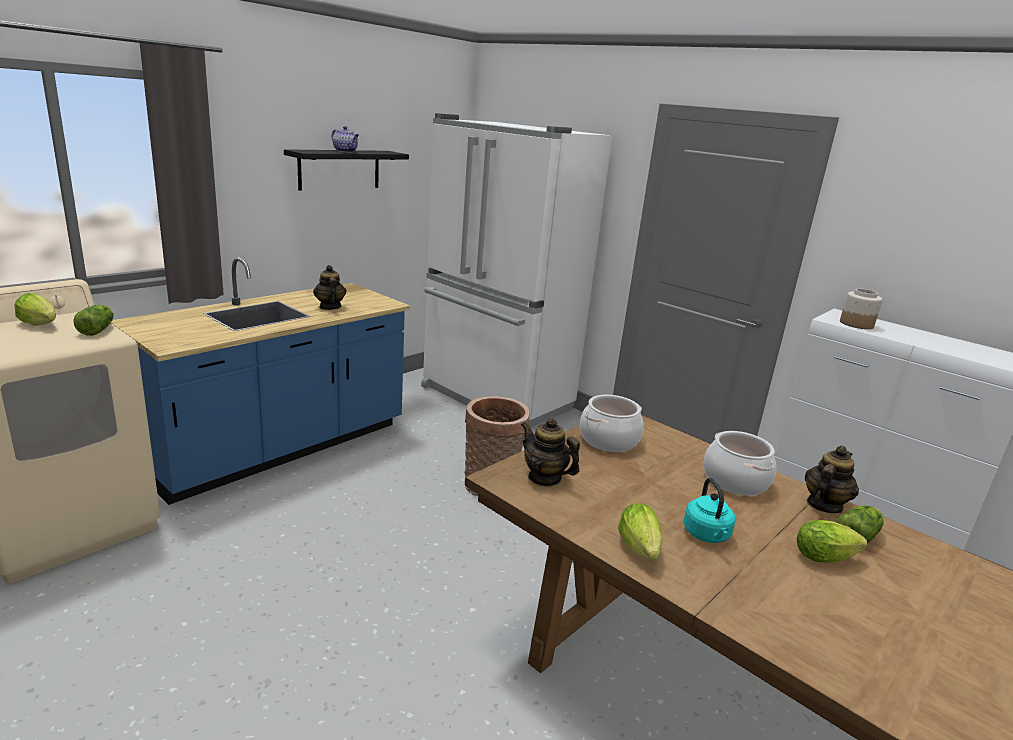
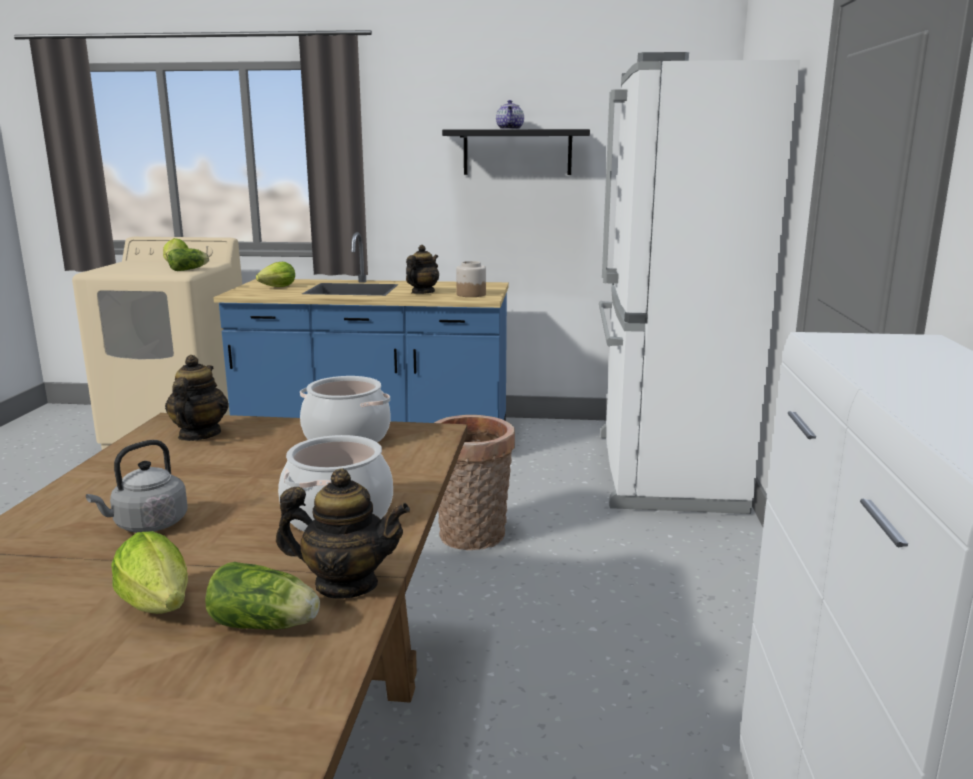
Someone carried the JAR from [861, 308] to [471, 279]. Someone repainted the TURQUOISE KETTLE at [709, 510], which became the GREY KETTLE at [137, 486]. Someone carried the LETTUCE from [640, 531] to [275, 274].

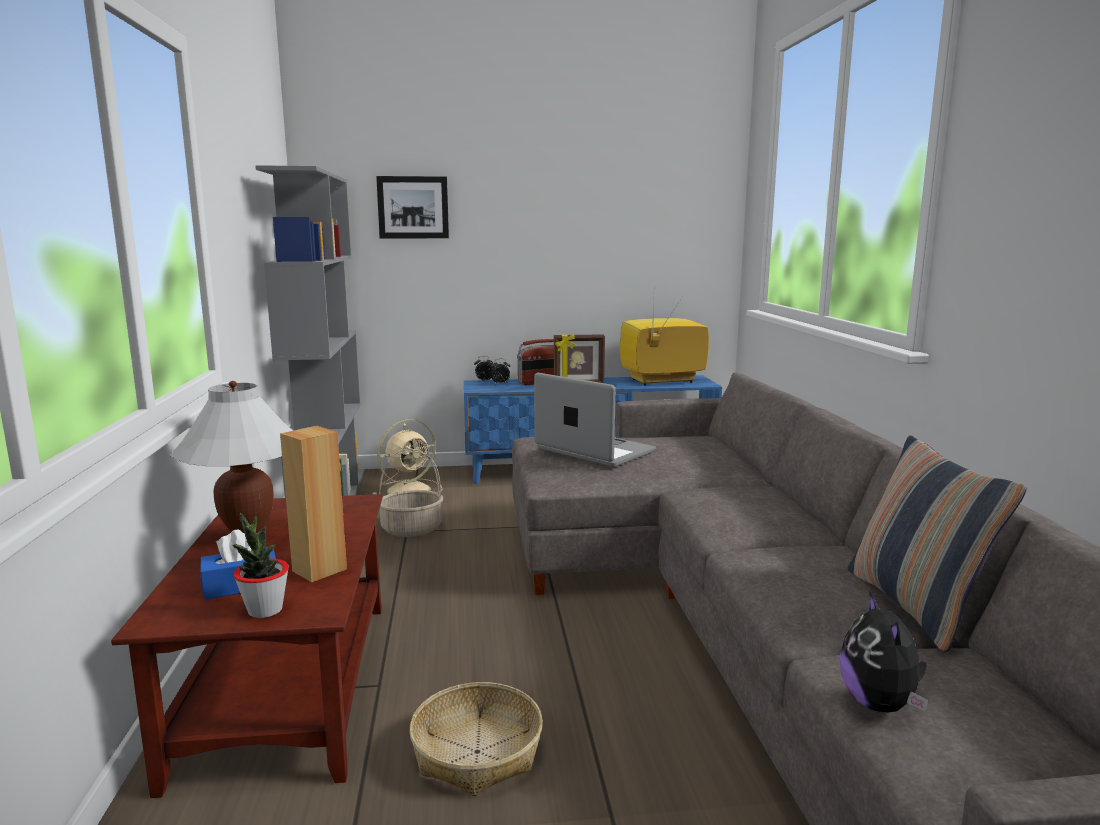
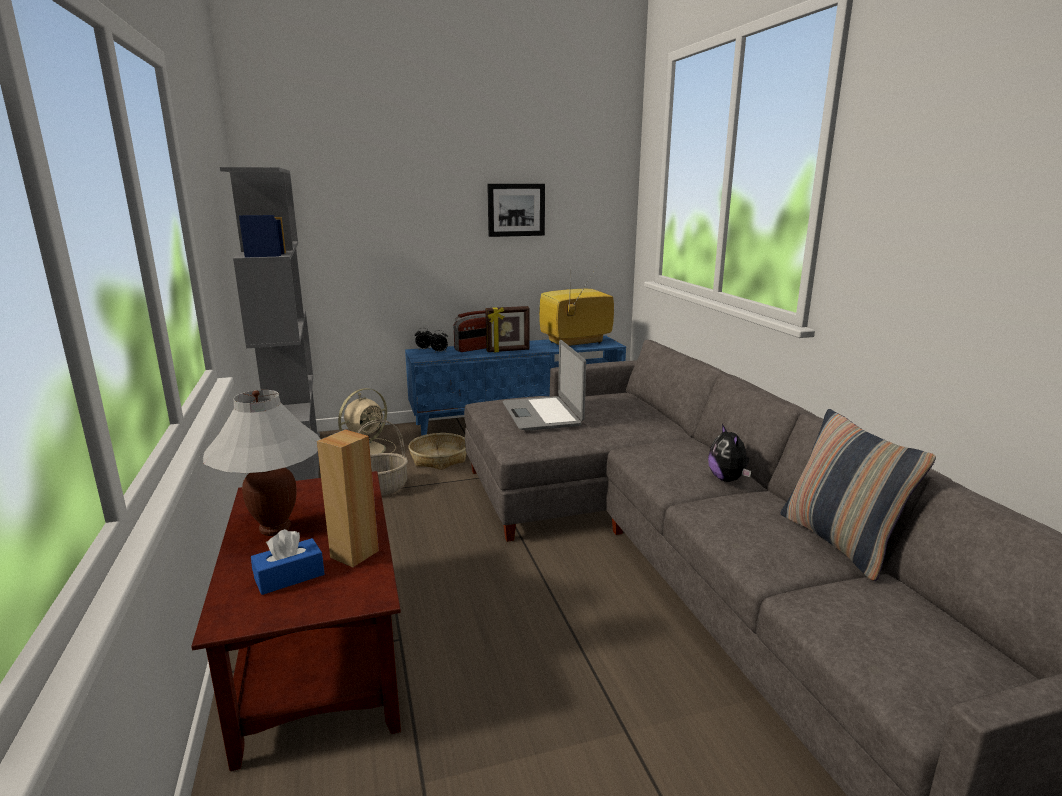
Someone carried the PICTURE from [412, 207] to [516, 210]. Someone rotated the LAPTOP at [595, 420] by 135 degrees counterclockwise. Someone took away the POTTED PLANT at [260, 565]. Someone carried the PLUSH TOY from [883, 652] to [729, 453]. Someone carried the BASKET from [476, 739] to [437, 451].

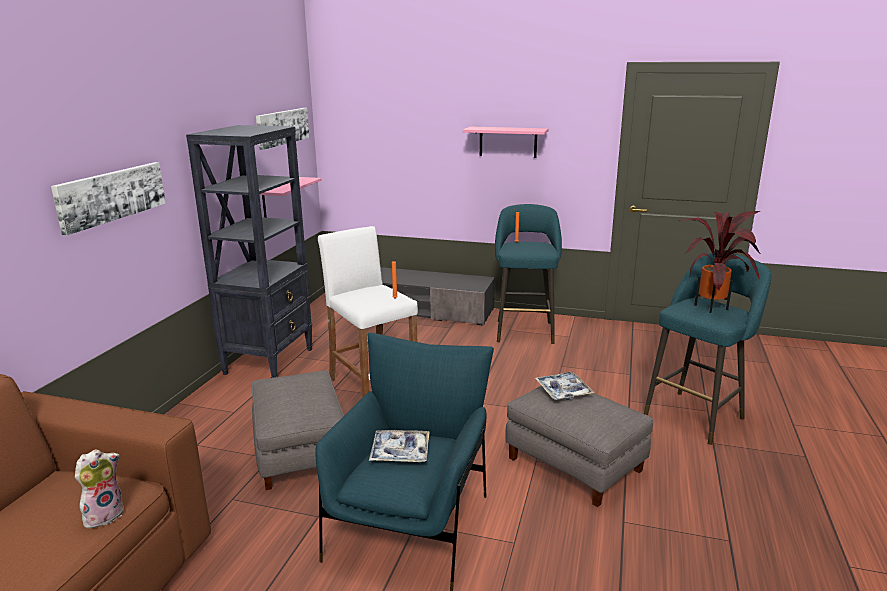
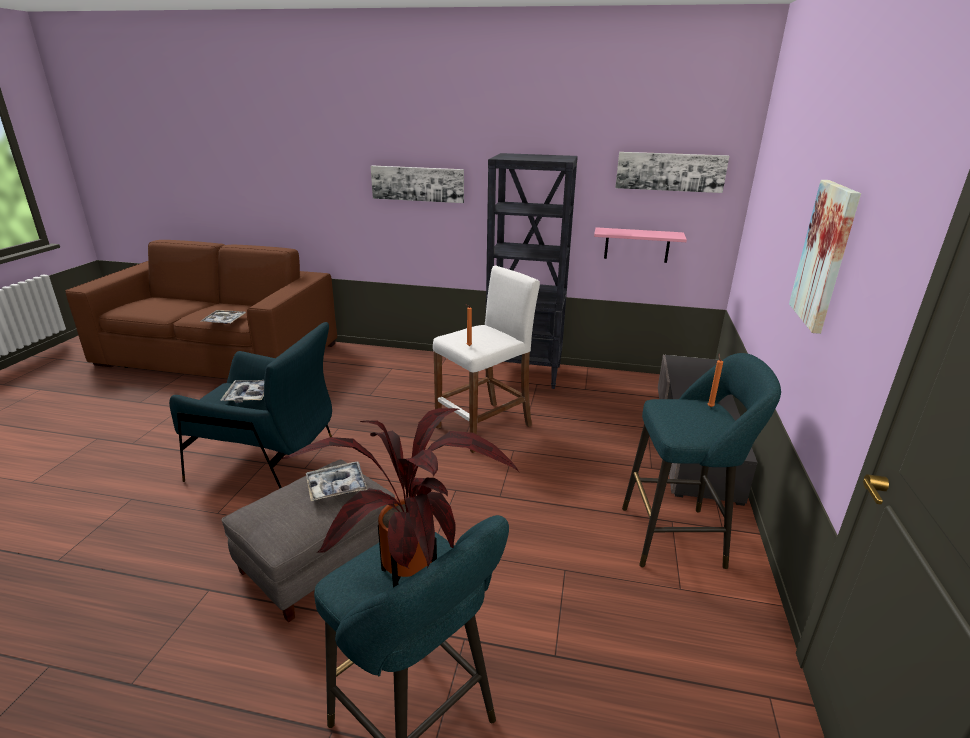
Someone swapped the PINK SHELF at [506, 142] for the PICTURE at [825, 257]. Someone took away the GREY OTTOMAN at [298, 430]. Someone swapped the PLUSH TOY at [99, 490] for the TRAY at [223, 317].

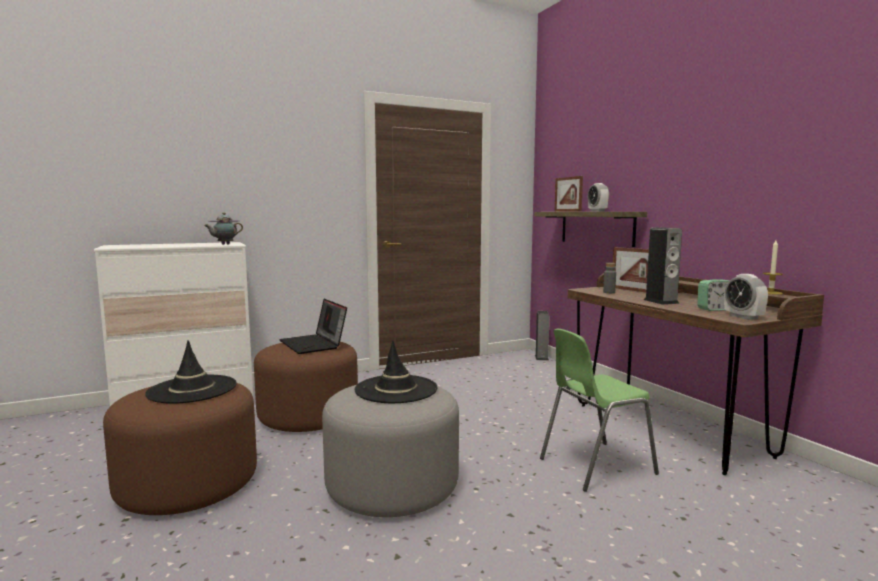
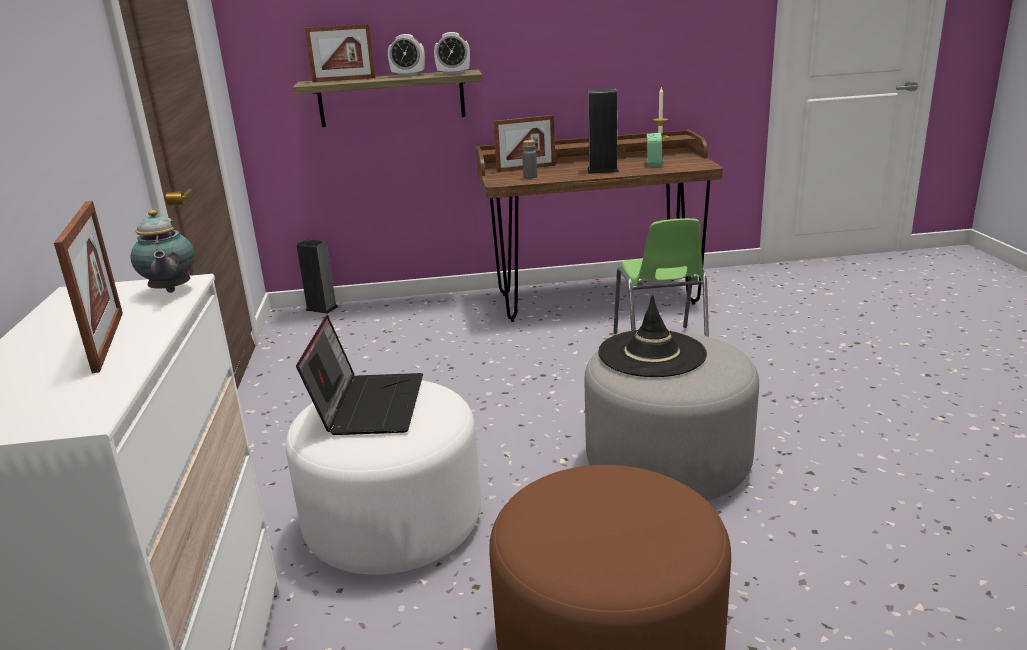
Someone carried the ALARM CLOCK from [746, 297] to [452, 53]. Someone rotated the LAPTOP at [313, 326] by 75 degrees counterclockwise. Someone took away the BLACK HAT at [191, 372]. Someone repainted the BROWN OTTOMAN at [306, 387], which became the WHITE OTTOMAN at [383, 477]. Someone put down the PICTURE FRAME at [88, 287].

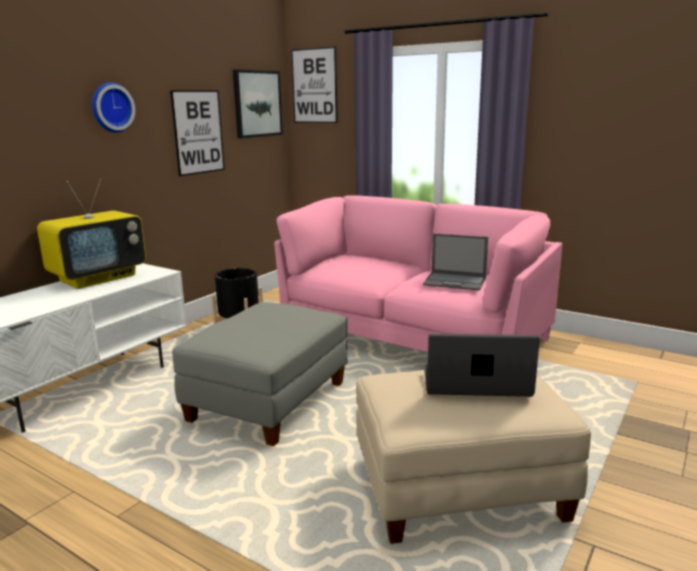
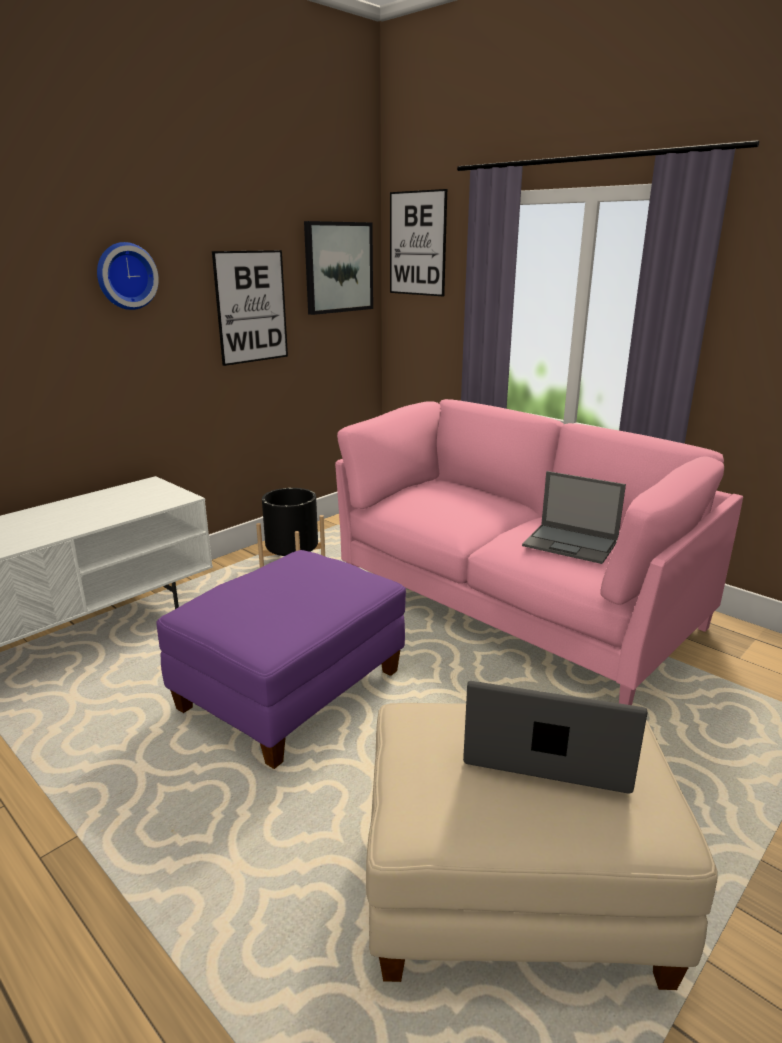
Someone took away the TELEVISION at [91, 234]. Someone repainted the GREY OTTOMAN at [260, 374], which became the PURPLE OTTOMAN at [281, 659].

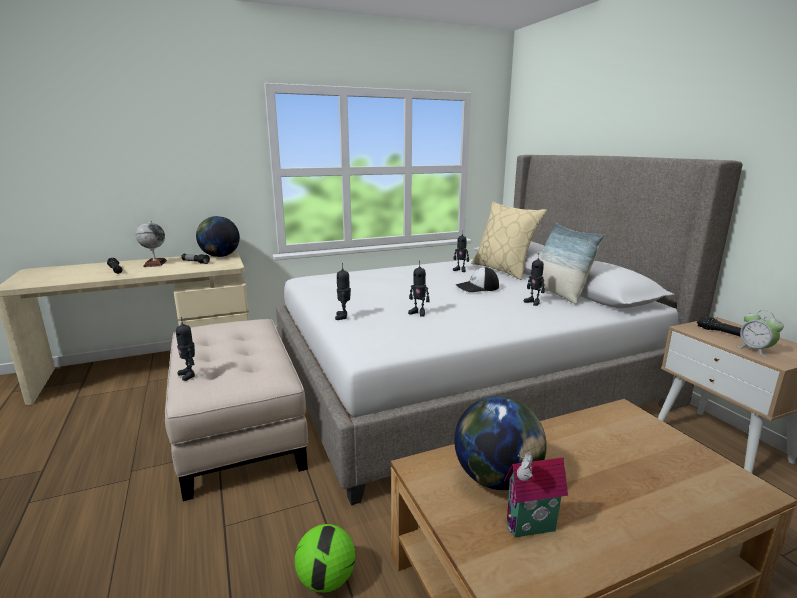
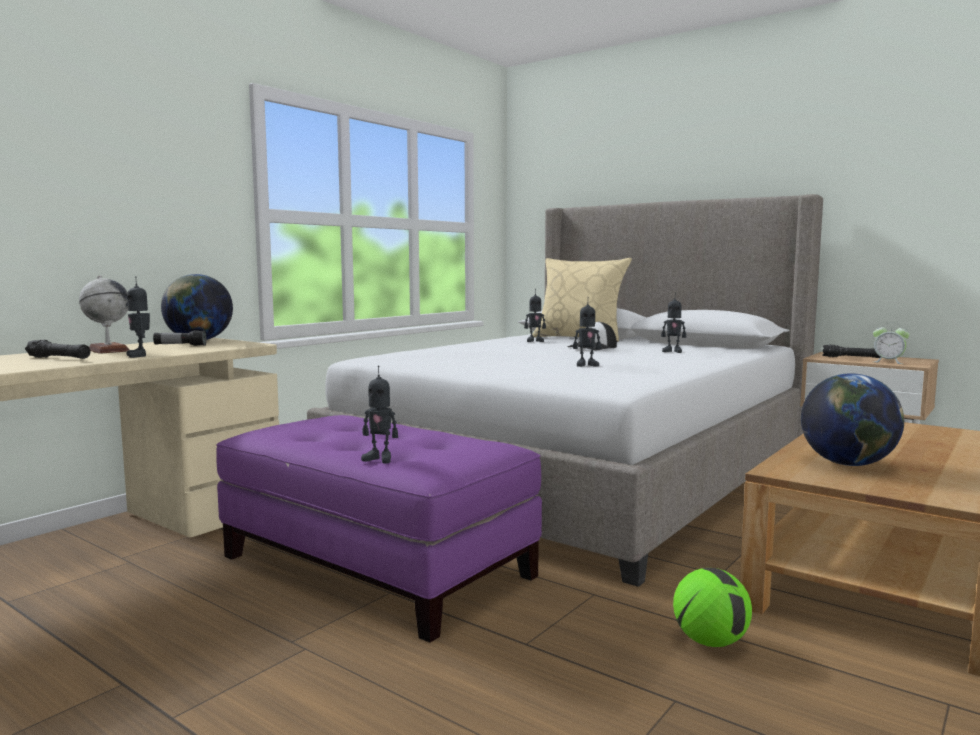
Someone took away the PILLOW at [572, 263]. Someone carried the TOY ROBOT from [343, 291] to [138, 317]. Someone repainted the BEIGE OTTOMAN at [236, 410], which became the PURPLE OTTOMAN at [379, 529]. Someone took away the TOY HOUSE at [536, 494].

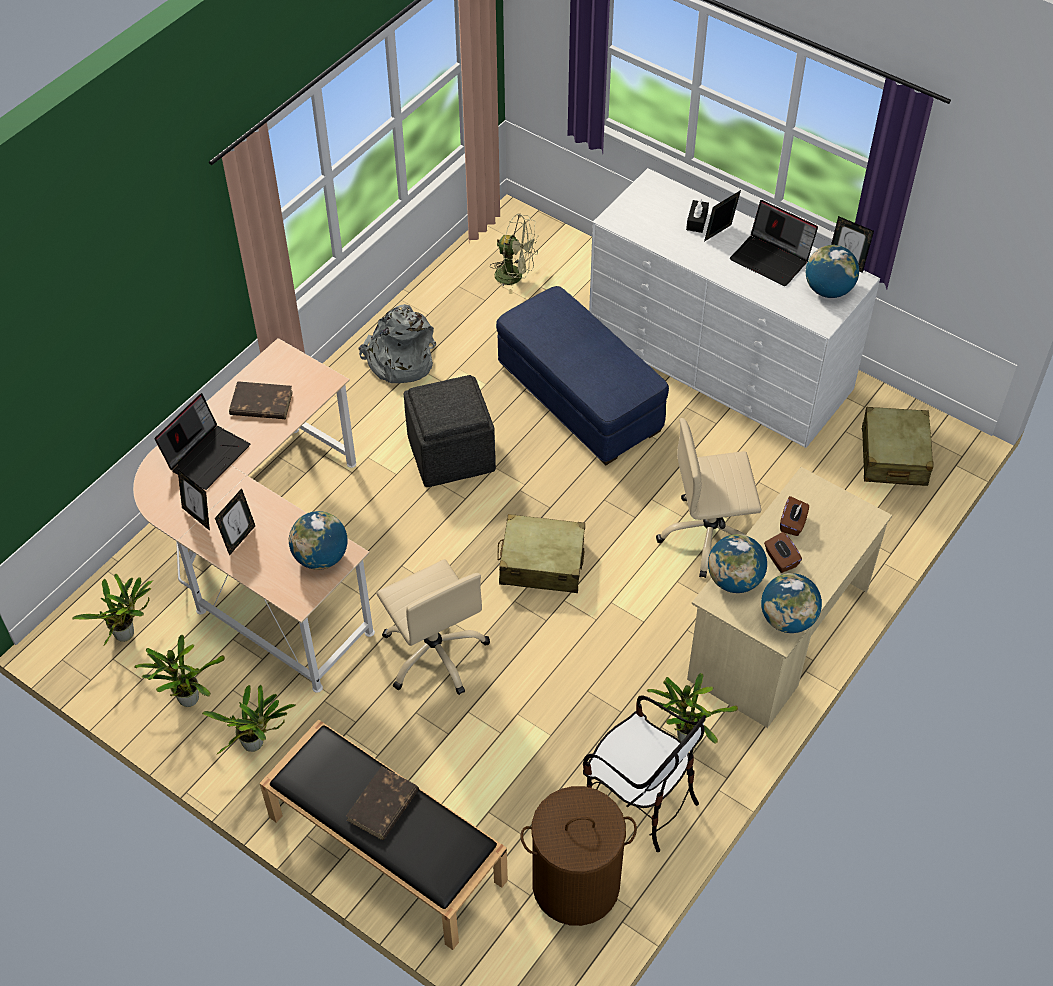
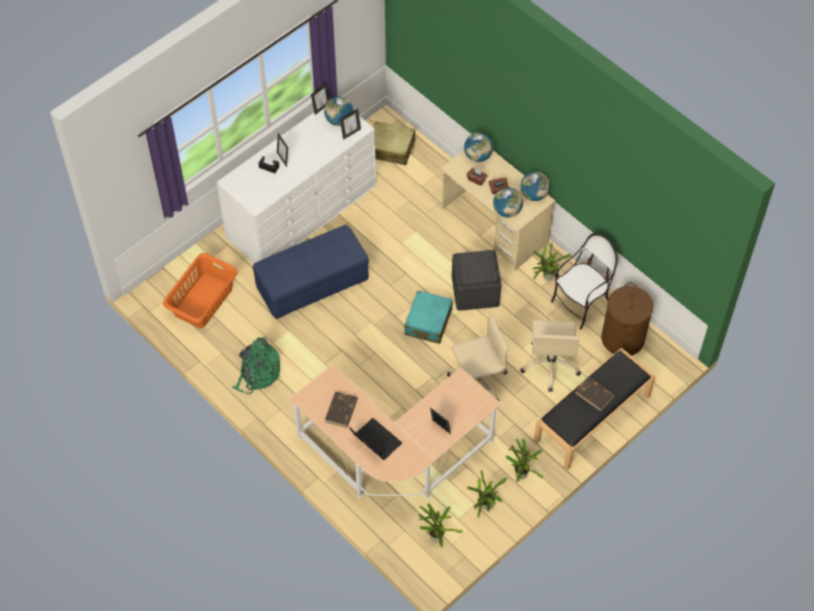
Someone took away the LAPTOP at [774, 243]. Someone swapped the GREEN FAN at [514, 254] for the ORANGE LAUNDRY BASKET at [200, 290]. Someone repainted the GREY BACKPACK at [397, 343], which became the GREEN BACKPACK at [256, 365]. Someone carried the GREY OTTOMAN from [450, 431] to [476, 280]. Someone carried the BEIGE OFFICE CHAIR from [708, 498] to [550, 356]. Someone carried the PICTURE FRAME from [194, 500] to [350, 124]. Someone carried the GLOBE from [318, 540] to [478, 147]. Someone repainted the BEIGE SUITCASE at [541, 553], which became the TURQUOISE SUITCASE at [428, 317].

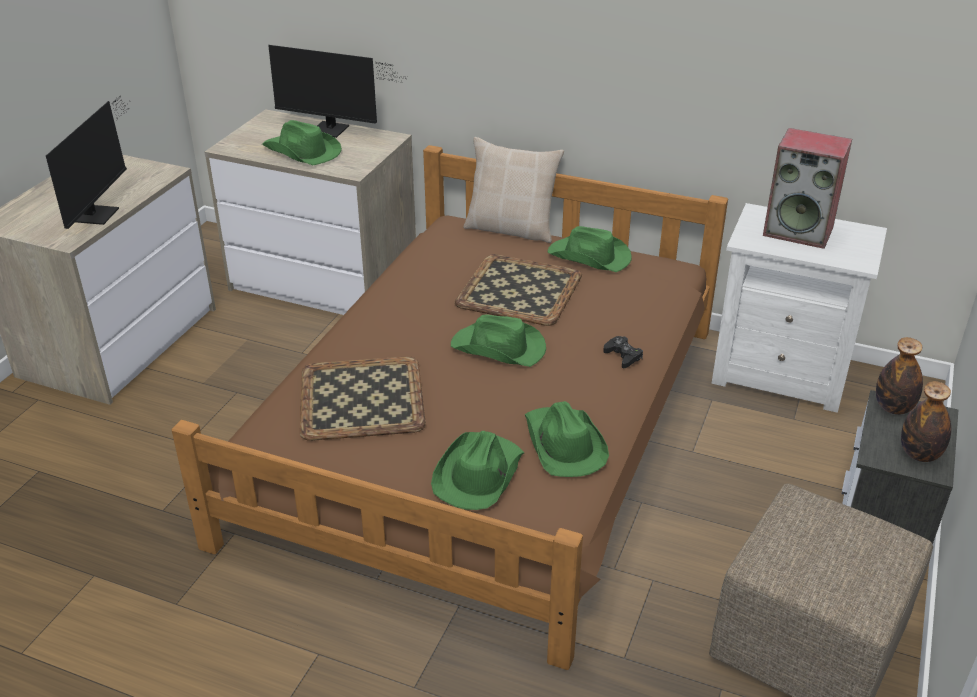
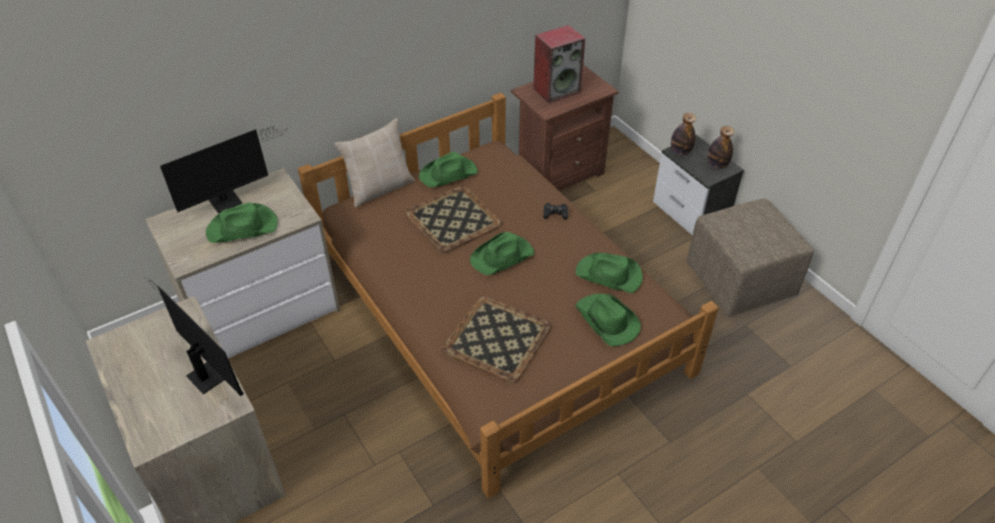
Someone repainted the WHITE NIGHTSTAND at [799, 308], which became the BROWN NIGHTSTAND at [565, 128].

